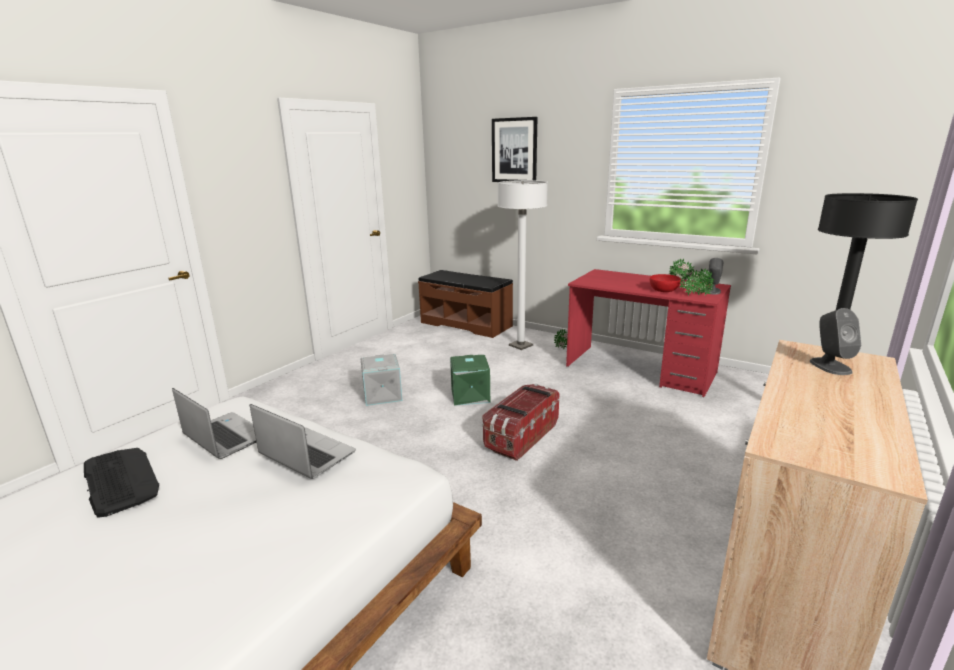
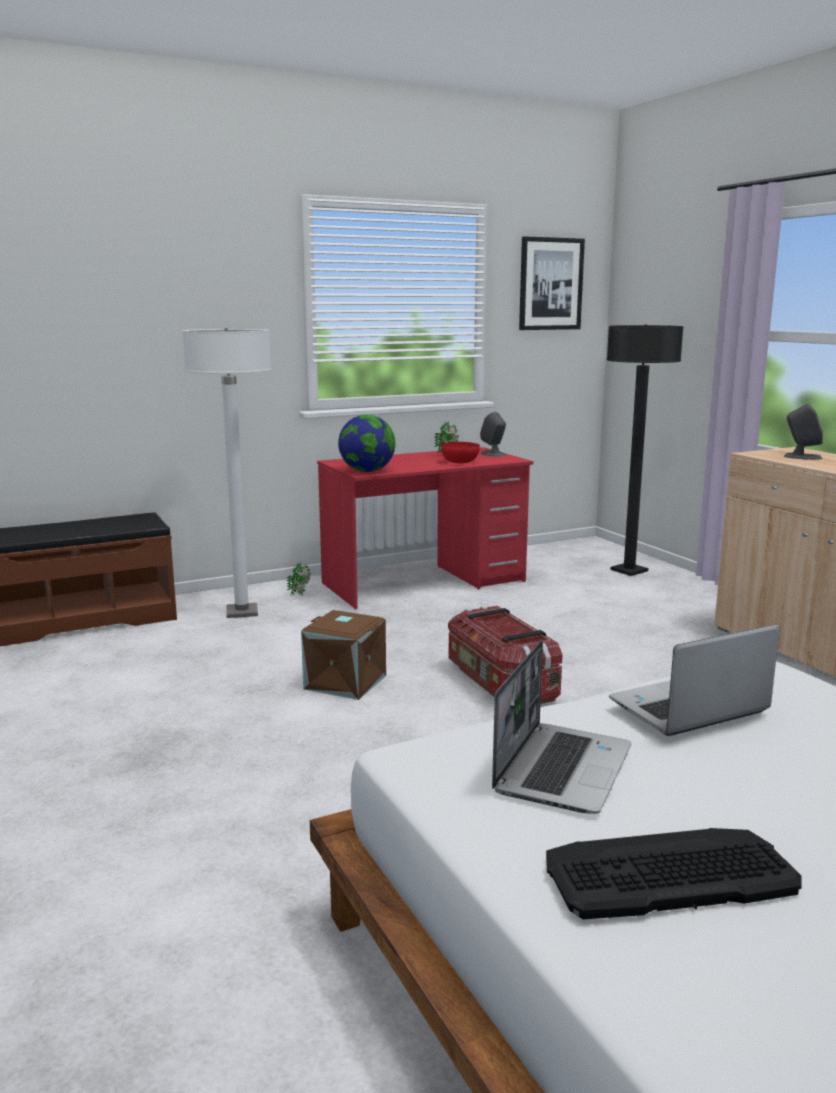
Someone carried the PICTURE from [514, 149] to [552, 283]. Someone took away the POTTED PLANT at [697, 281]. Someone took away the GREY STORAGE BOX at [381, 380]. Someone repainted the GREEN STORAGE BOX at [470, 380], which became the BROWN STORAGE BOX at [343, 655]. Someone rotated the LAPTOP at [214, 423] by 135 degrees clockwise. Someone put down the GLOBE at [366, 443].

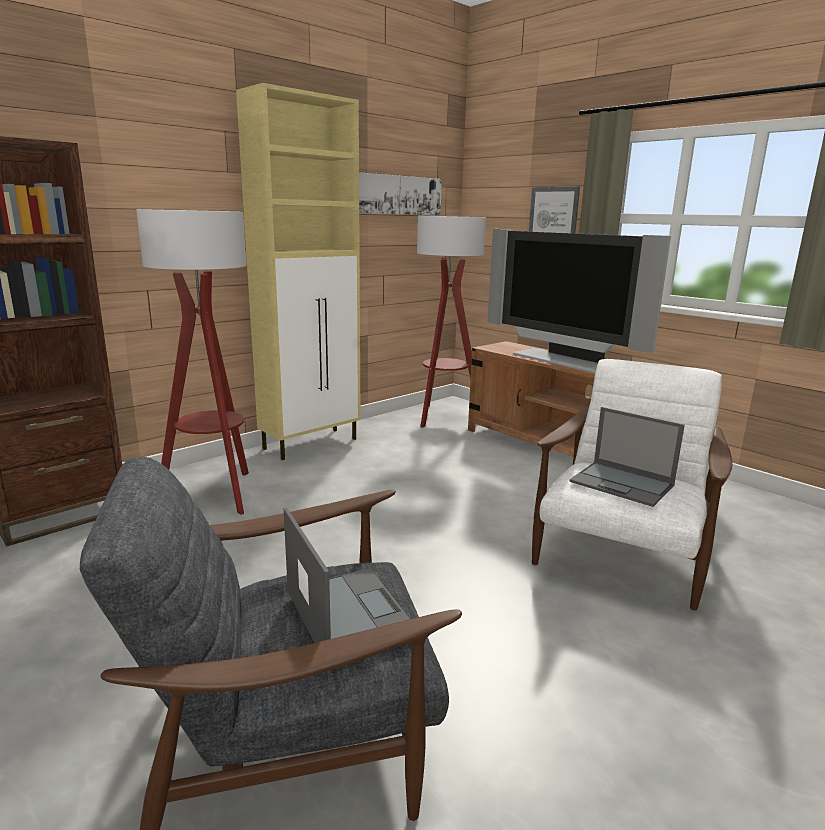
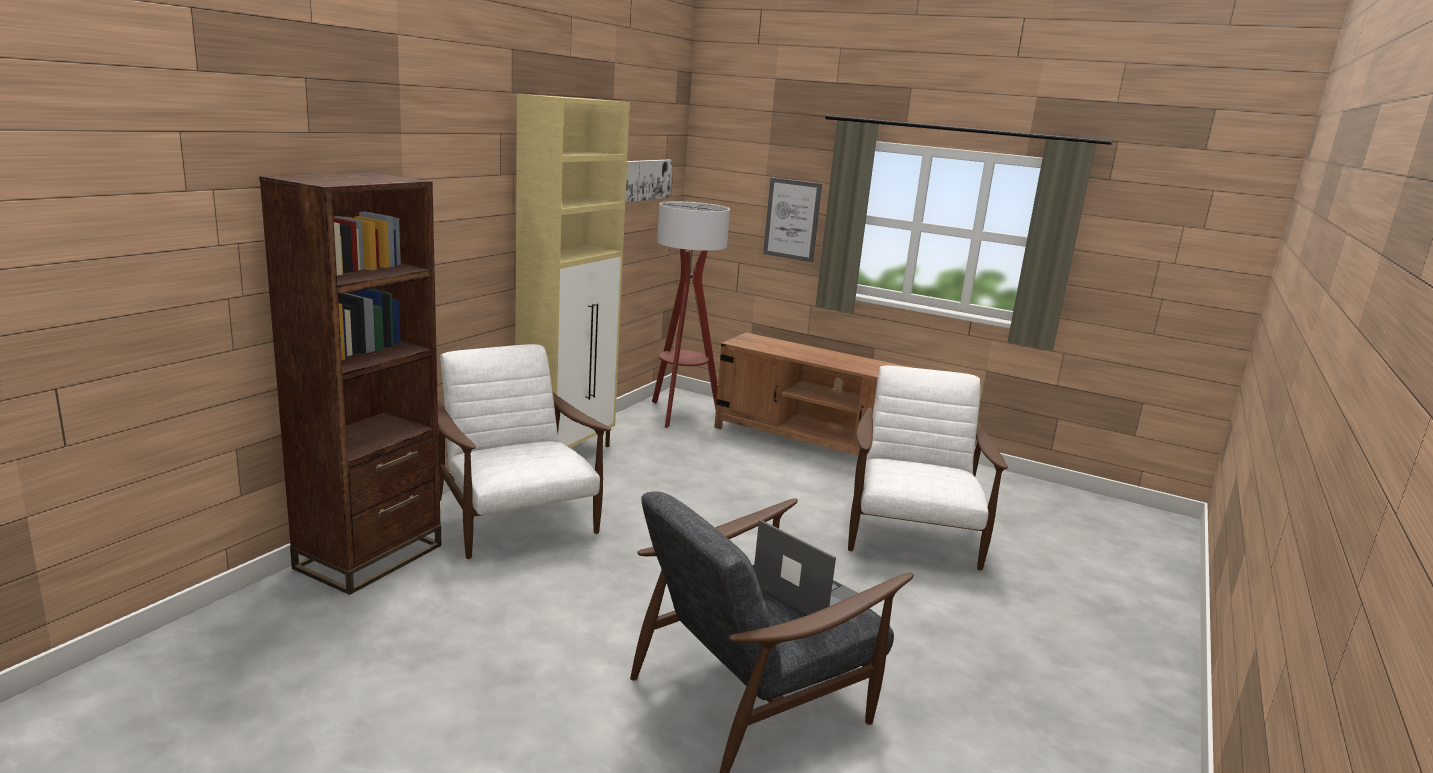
Someone swapped the FLOOR LAMP at [192, 362] for the WHITE ARMCHAIR at [524, 451]. Someone took away the TELEVISION at [579, 301]. Someone took away the LAPTOP at [627, 457].

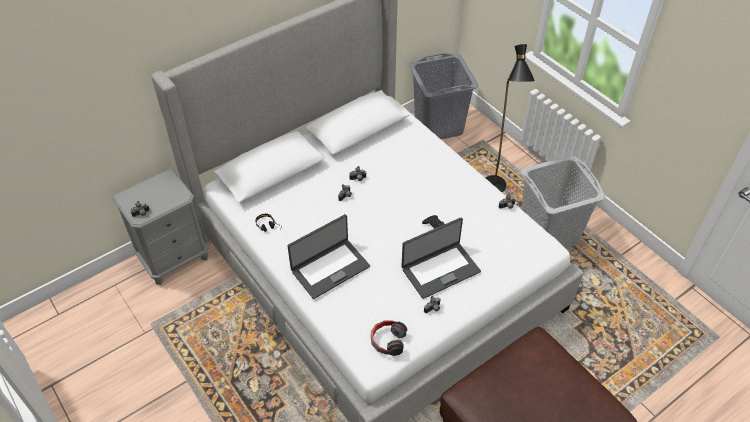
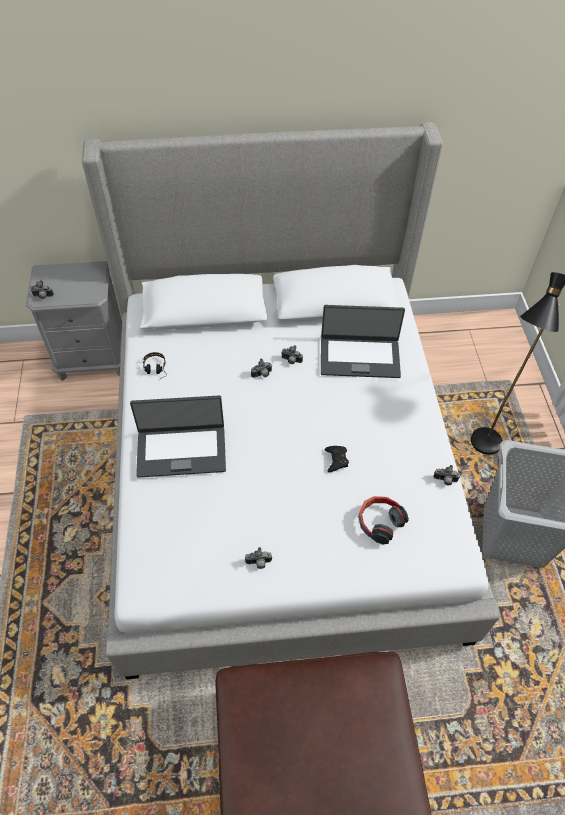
Someone took away the GREY LAUNDRY BASKET at [444, 96]. Someone carried the LAPTOP from [441, 258] to [363, 341]. Someone carried the HEADPHONES from [389, 338] to [383, 520].

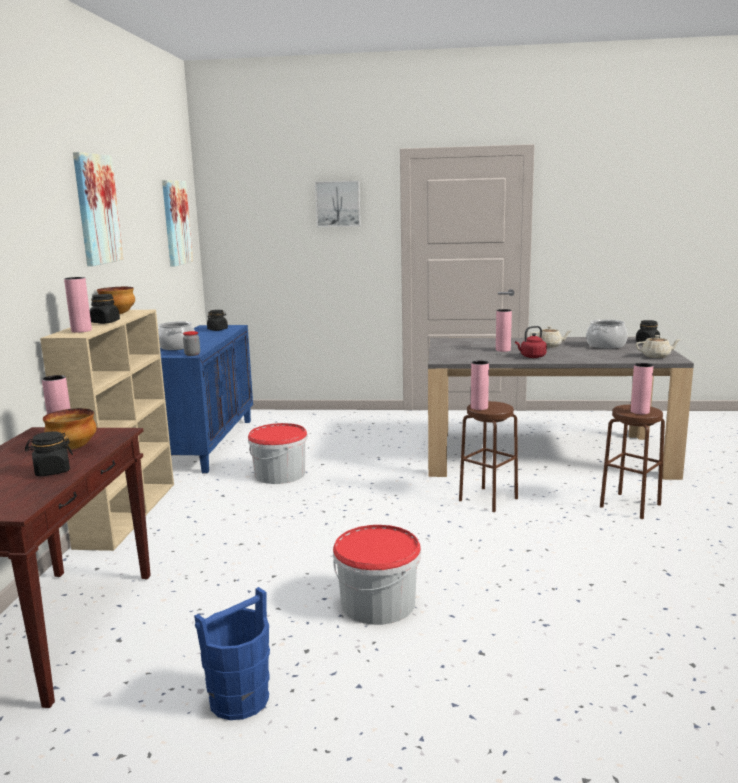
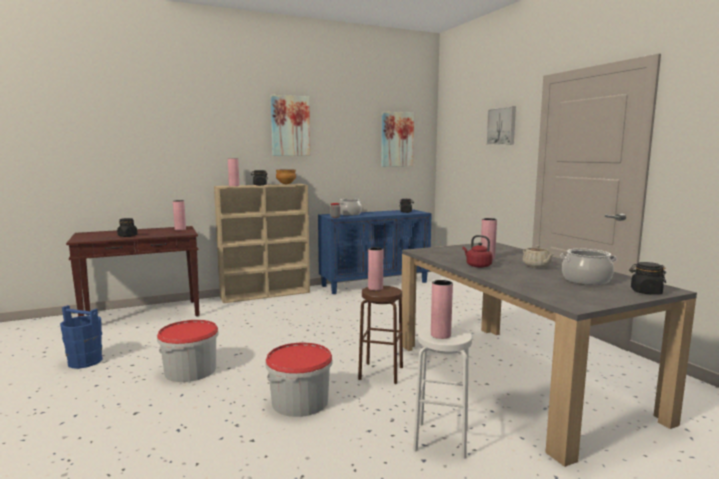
Someone took away the BEIGE TEAPOT at [658, 346]. Someone repainted the BROWN STOOL at [632, 461], which became the WHITE STOOL at [442, 392]. Someone took away the BOWL at [70, 429]. Someone carried the BUCKET from [278, 453] to [299, 379].

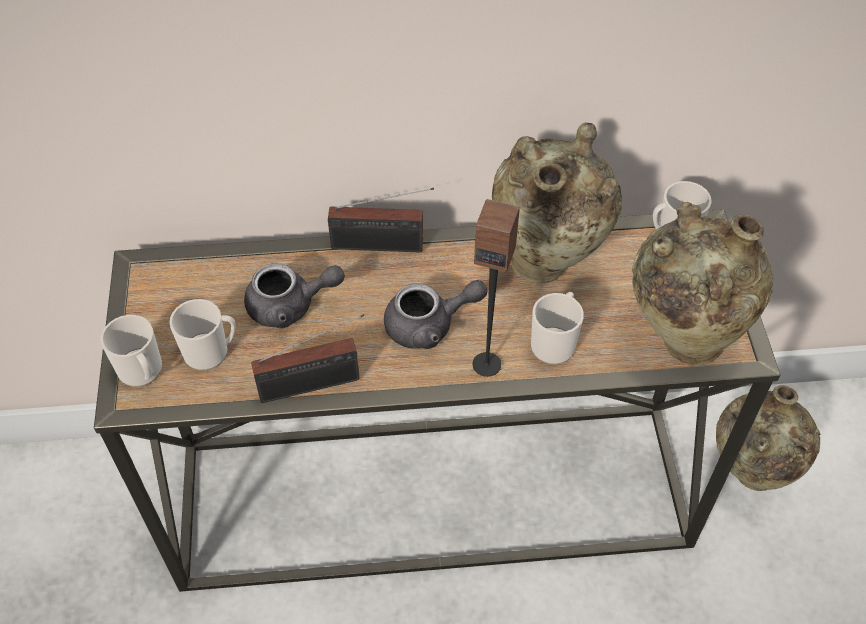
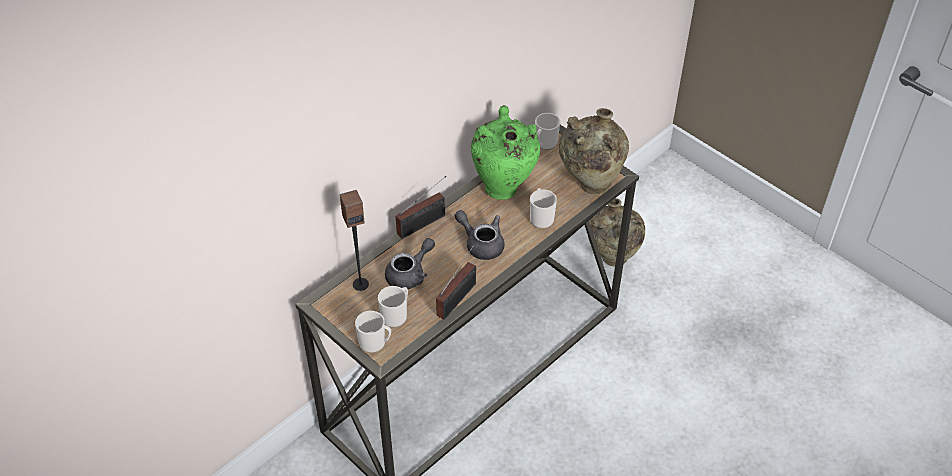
Someone repainted the BEIGE VASE at [557, 203], which became the GREEN VASE at [505, 152]. Someone carried the SPEAKER from [496, 288] to [354, 240]. Someone rotated the GREY TEAPOT at [436, 314] by 90 degrees counterclockwise.

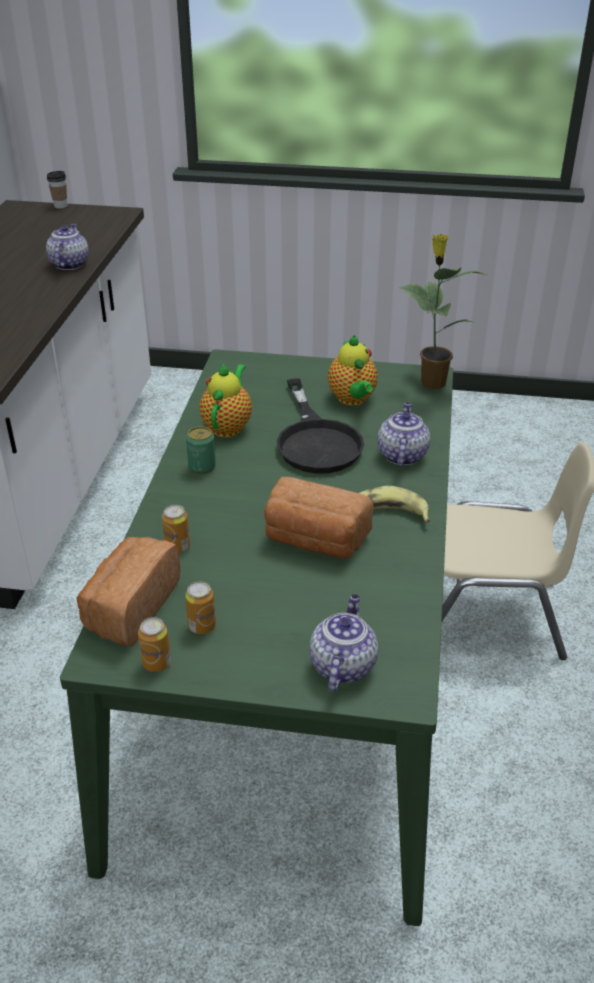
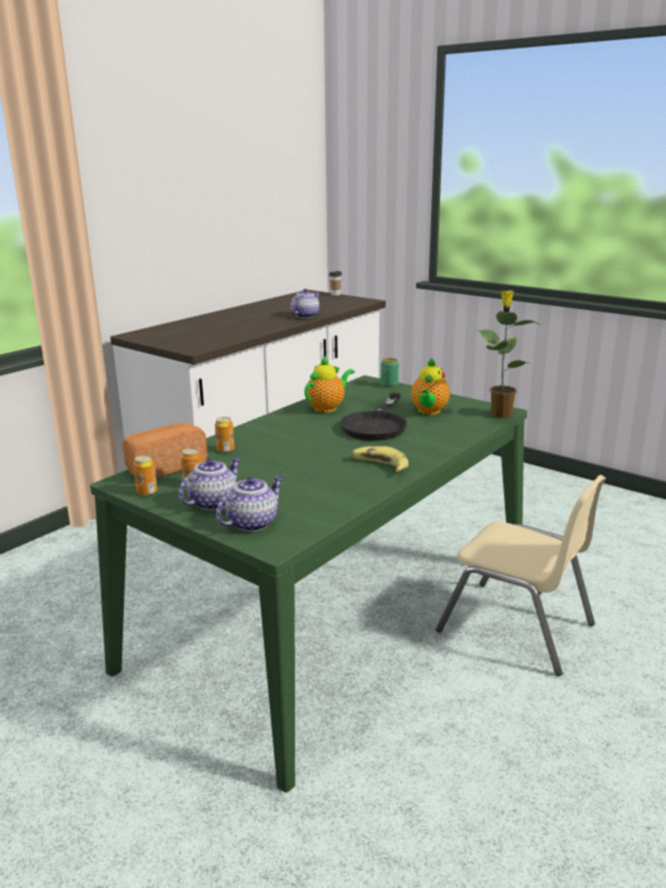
Someone carried the TEAPOT from [404, 434] to [210, 484]. Someone carried the CAN from [201, 450] to [390, 373]. Someone took away the BREAD at [319, 518].

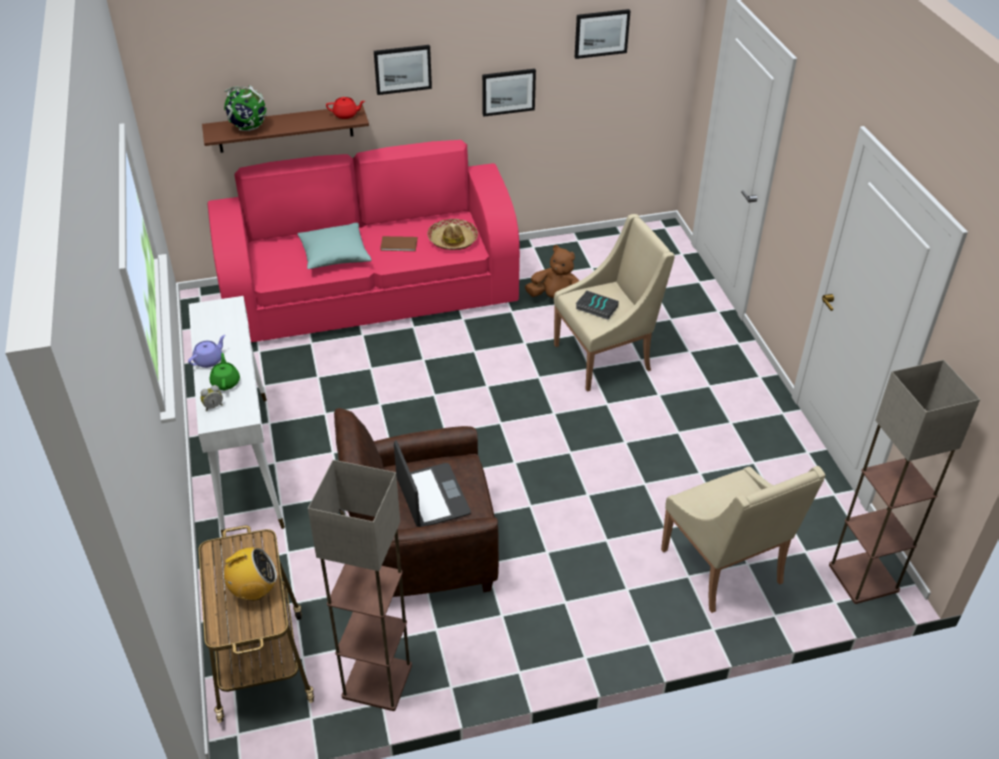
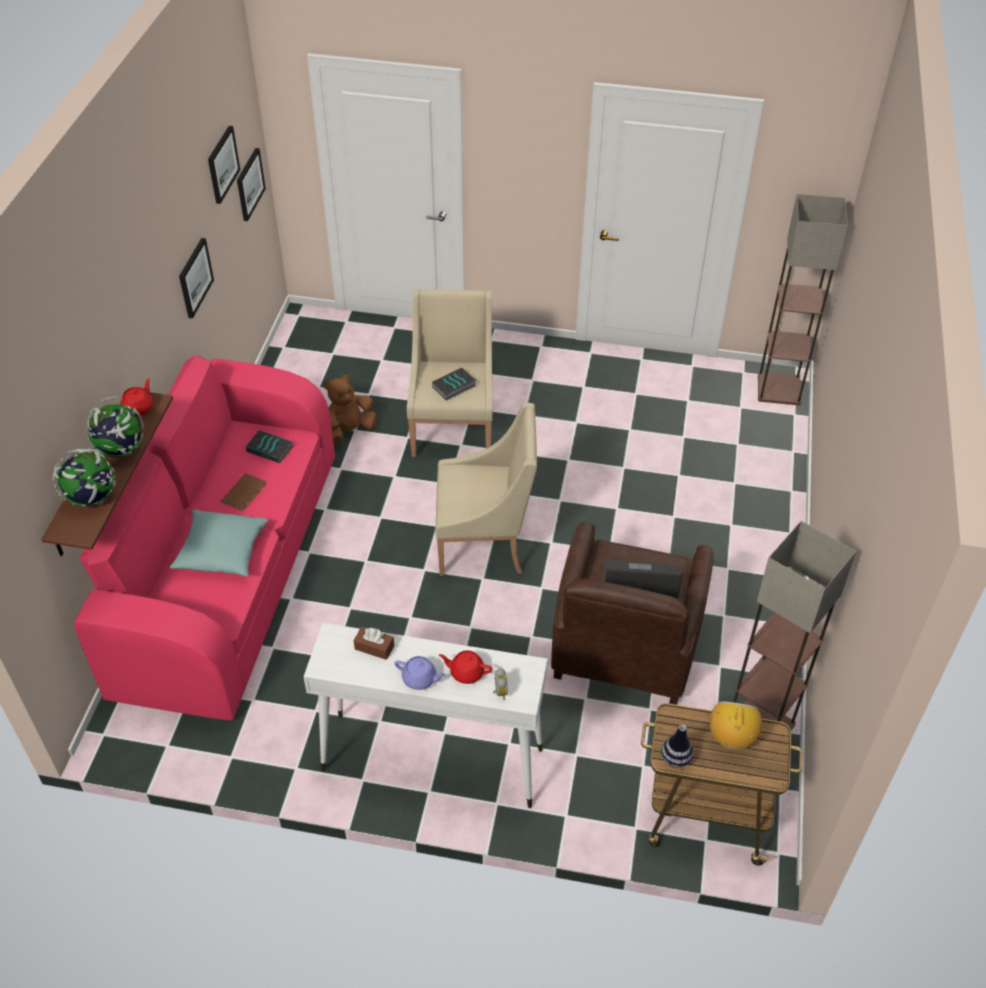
Someone carried the PICTURE from [403, 70] to [251, 184]. Someone swapped the HAT at [452, 234] for the BOOK at [269, 446]. Someone rotated the PURPLE TEAPOT at [206, 351] by 135 degrees clockwise. Someone repainted the GREEN TEAPOT at [224, 371], which became the RED TEAPOT at [466, 667]. Someone carried the BEIGE ARMCHAIR from [743, 539] to [486, 489]. Someone put down the GLOBE at [115, 427]. Someone put down the BROWN TISSUE BOX at [374, 643]. Someone put down the VASE at [677, 746].

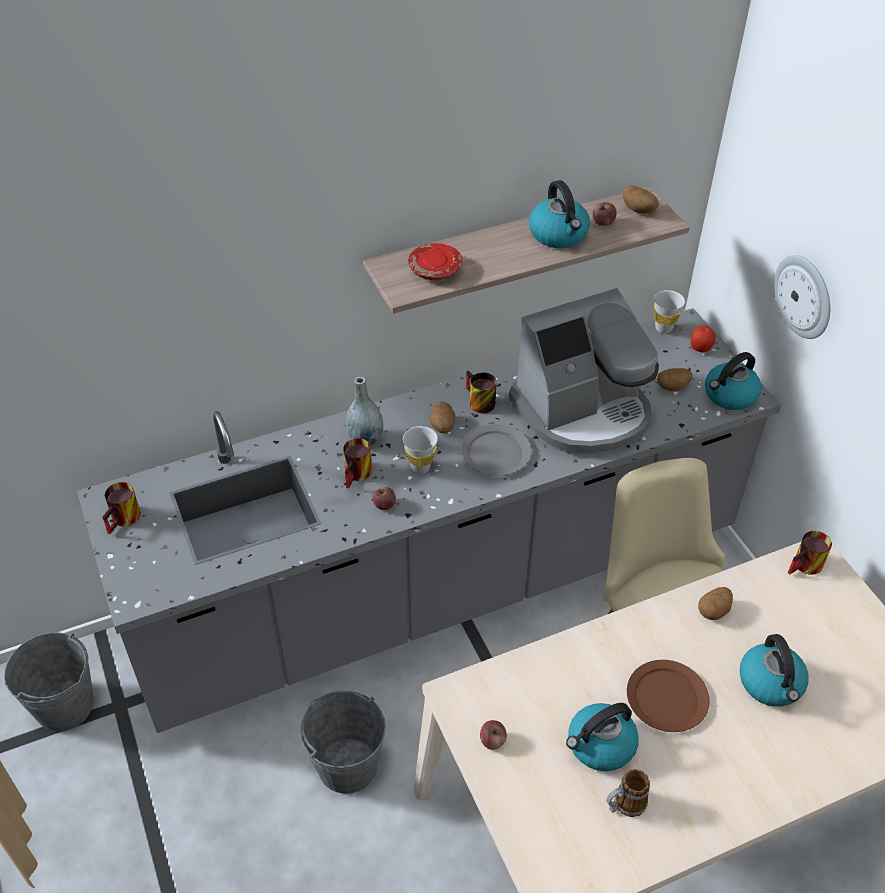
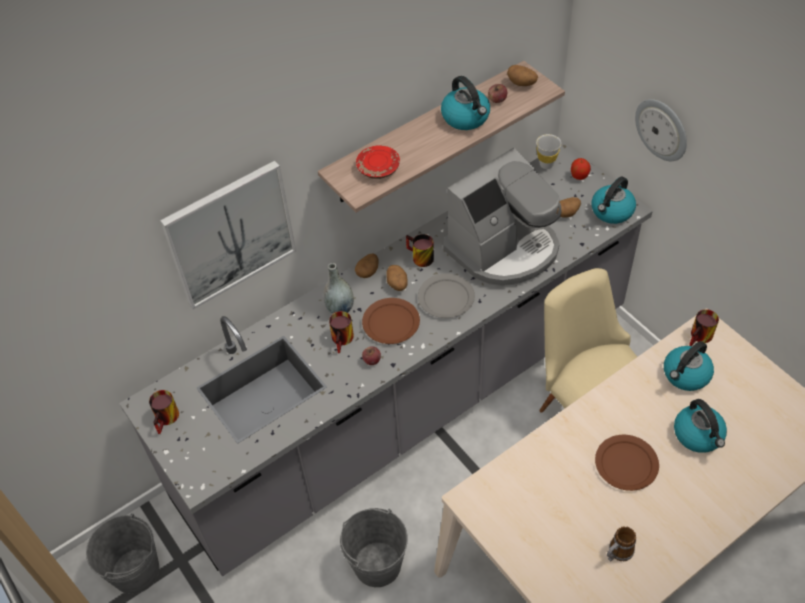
Someone swapped the WHITE CUP at [420, 450] for the BROWN PLATE at [391, 321]. Someone carried the POTATO from [715, 603] to [367, 265]. Someone carried the KETTLE from [602, 737] to [689, 366]. Someone took away the APPLE at [493, 735]. Someone put up the PICTURE at [228, 235].

